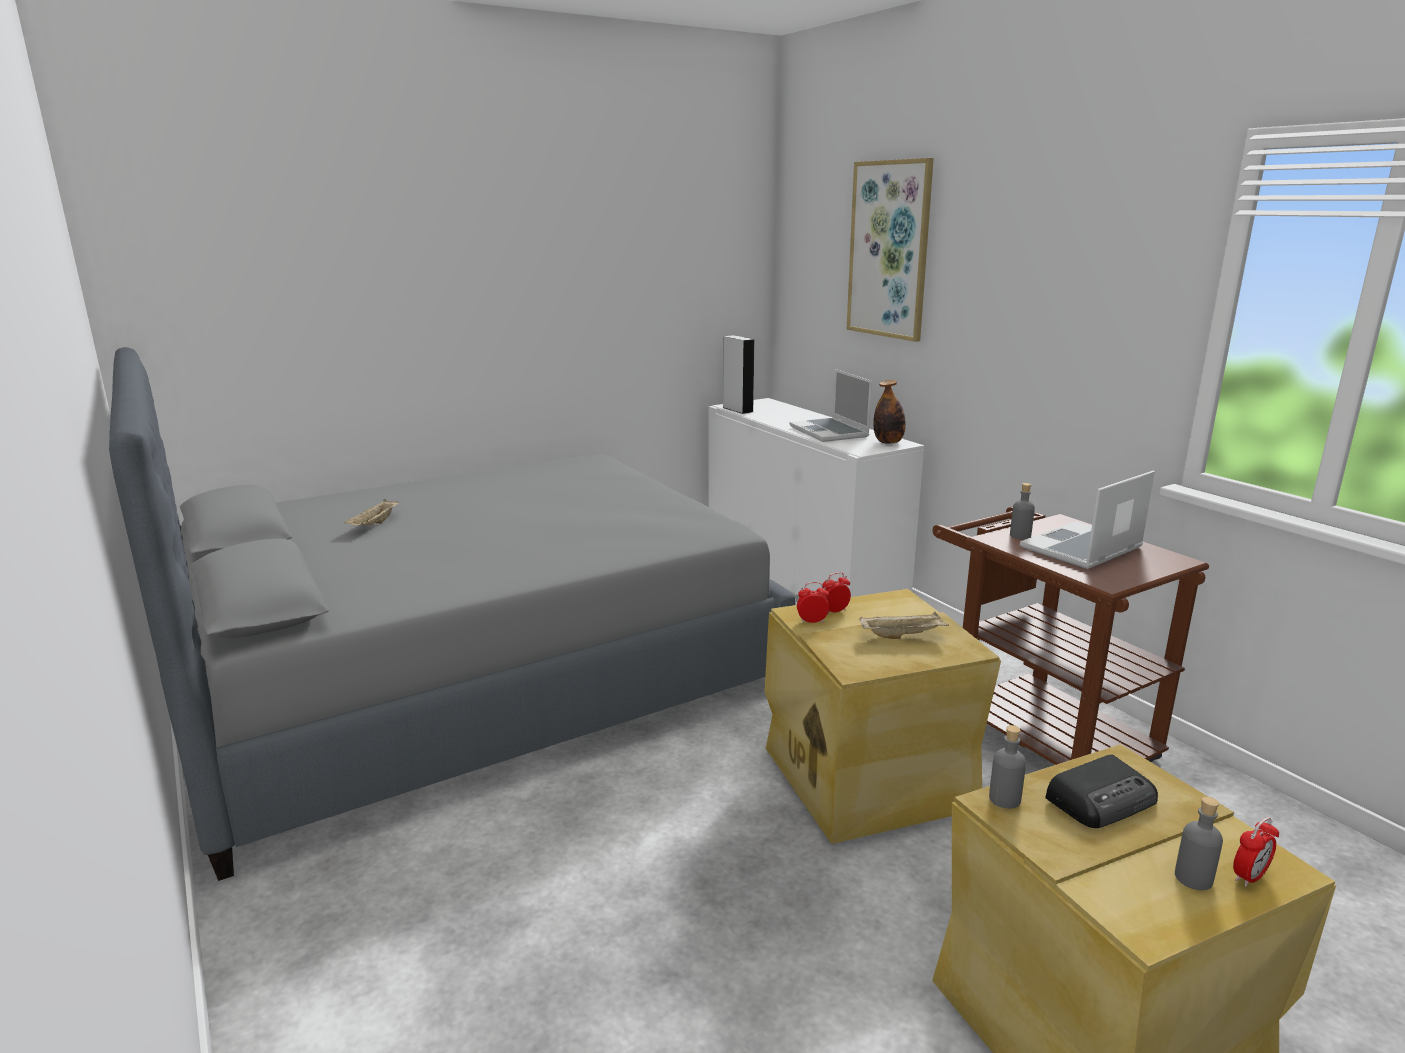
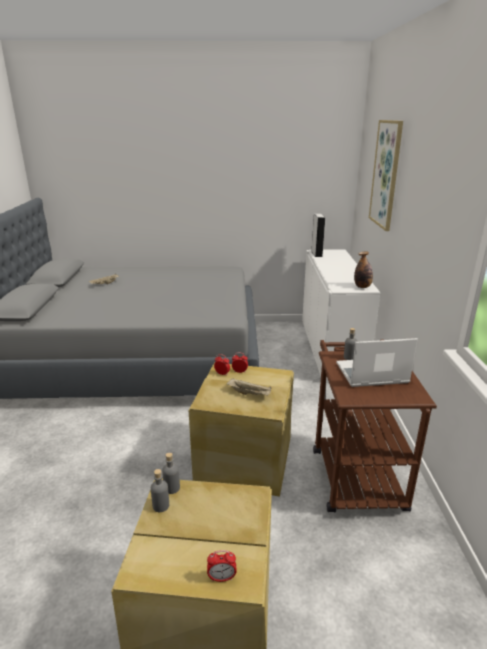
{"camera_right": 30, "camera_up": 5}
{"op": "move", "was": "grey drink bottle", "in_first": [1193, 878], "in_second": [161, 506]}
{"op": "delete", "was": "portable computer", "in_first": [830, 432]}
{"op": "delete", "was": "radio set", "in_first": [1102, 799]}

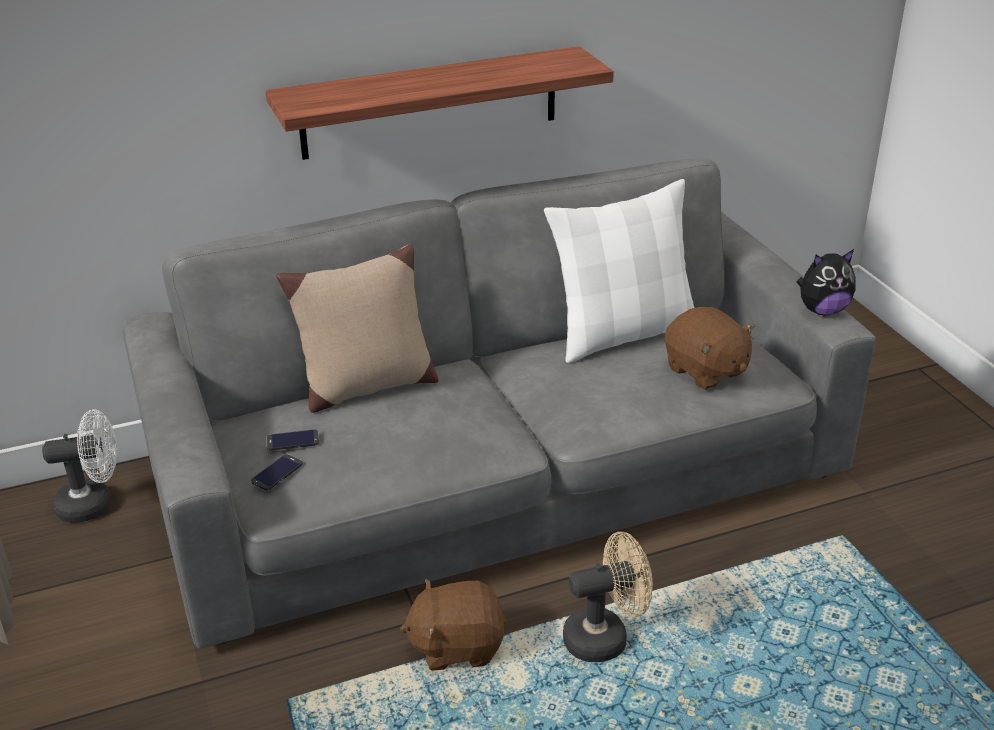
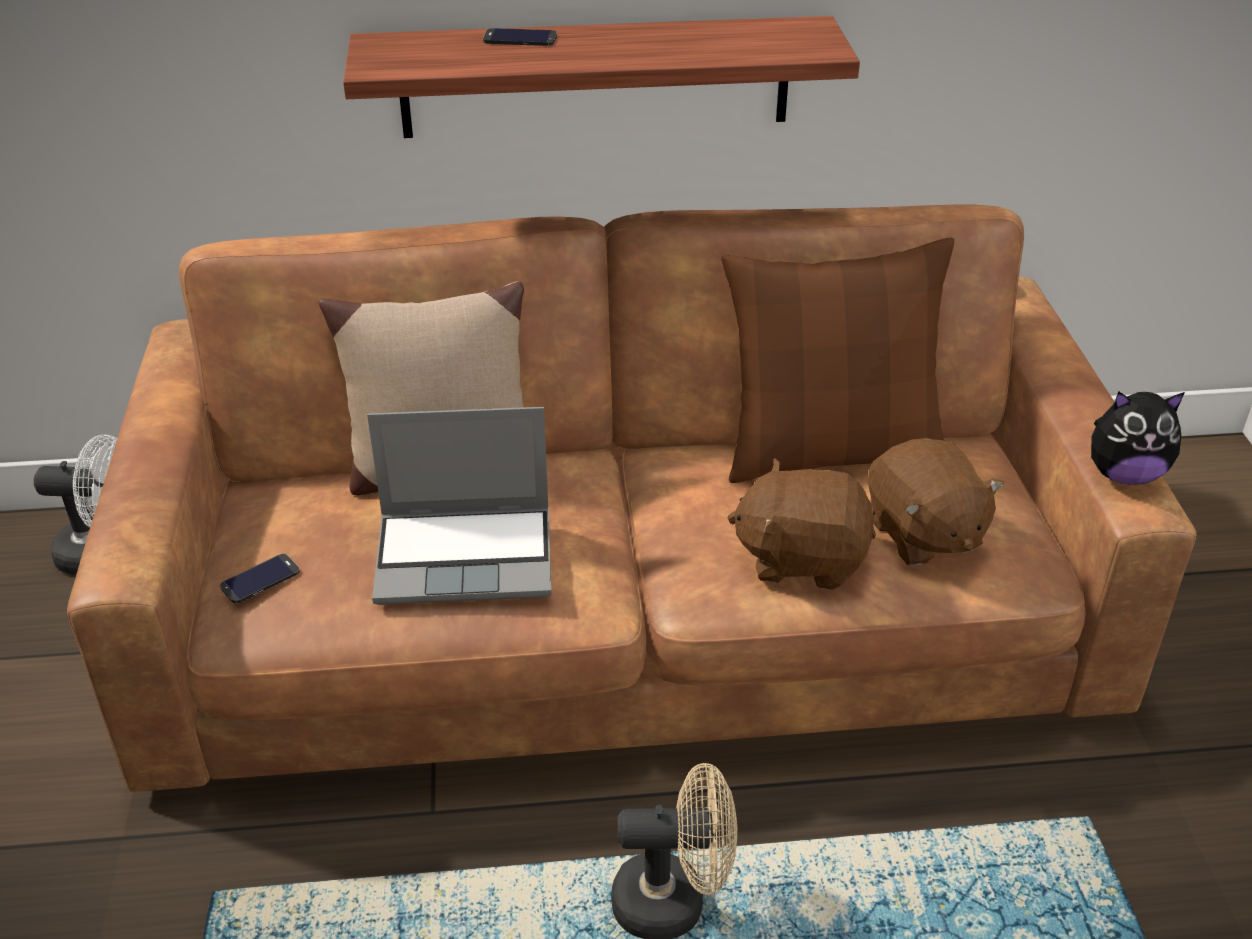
{"camera_right": 15, "camera_up": 5}
{"op": "recolor", "was": "grey sofa", "now": "brownish sofa", "in_first": [497, 472], "in_second": [625, 610]}
{"op": "insert", "now": "portable computer", "in_second": [467, 556]}
{"op": "move", "was": "phone", "in_first": [292, 440], "in_second": [520, 38]}
{"op": "recolor", "was": "white-coloured throw pillow", "now": "brownish throw pillow", "in_first": [623, 334], "in_second": [830, 452]}
{"op": "move", "was": "brownish soft toy", "in_first": [457, 646], "in_second": [801, 558]}

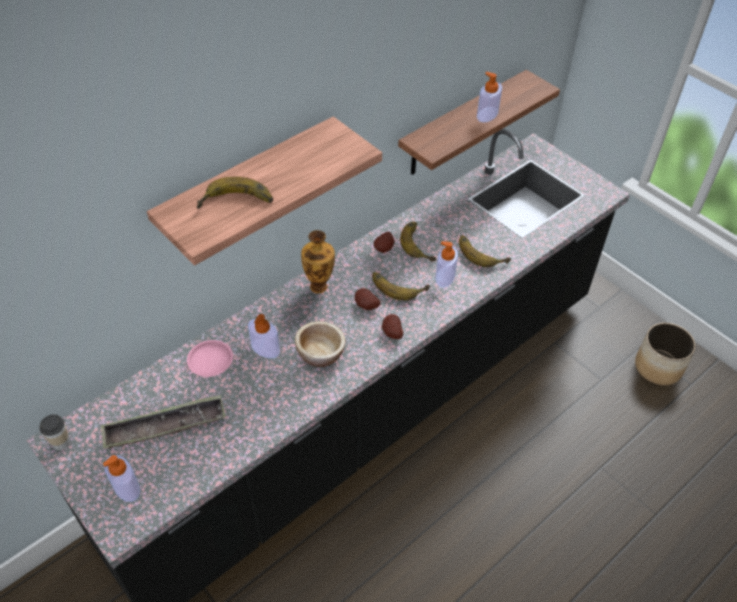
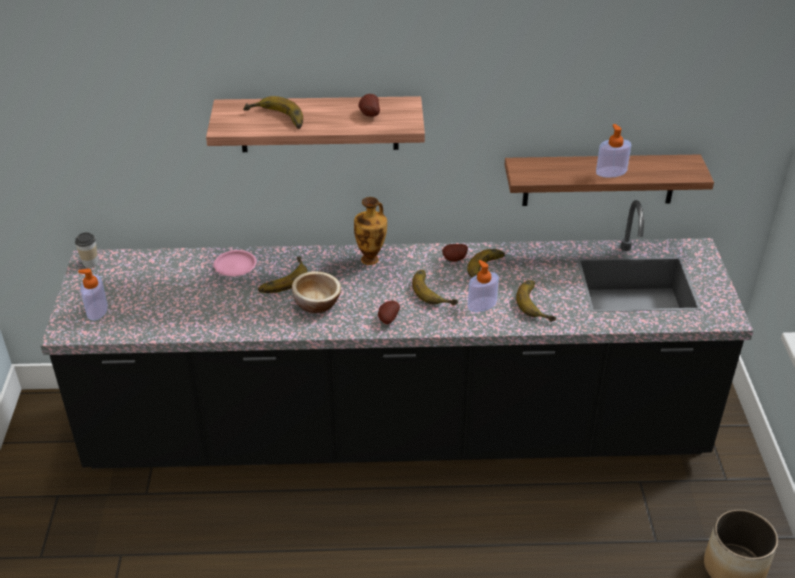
{"camera_right": 40, "camera_up": -10}
{"op": "replace", "was": "soap bottle", "now": "banana", "in_first": [265, 348], "in_second": [281, 279]}
{"op": "move", "was": "whole potato", "in_first": [366, 306], "in_second": [369, 114]}
{"op": "delete", "was": "carrying tray", "in_first": [165, 426]}

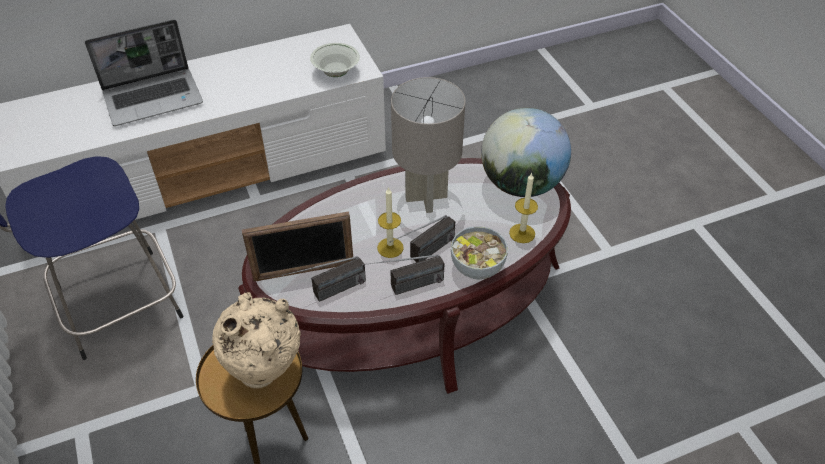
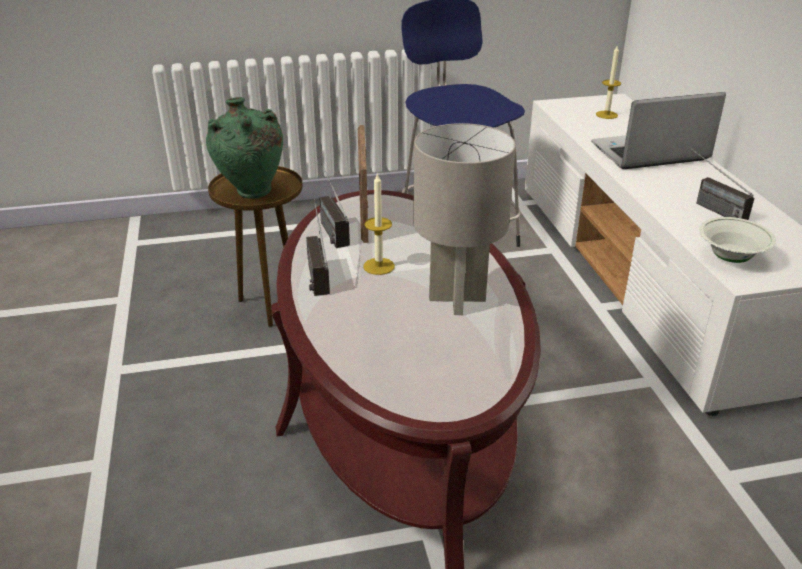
{"camera_right": 100, "camera_up": -15}
{"op": "recolor", "was": "beige-coloured decorative vase", "now": "green-coloured decorative vase", "in_first": [265, 374], "in_second": [251, 194]}
{"op": "rotate", "was": "portable computer", "in_first": [154, 98], "in_second": [648, 153], "clockwise": 90}
{"op": "move", "was": "candle", "in_first": [522, 233], "in_second": [606, 115]}
{"op": "move", "was": "radio set", "in_first": [423, 255], "in_second": [708, 206]}
{"op": "delete", "was": "serving bowl", "in_first": [477, 267]}
{"op": "delete", "was": "globe", "in_first": [521, 184]}

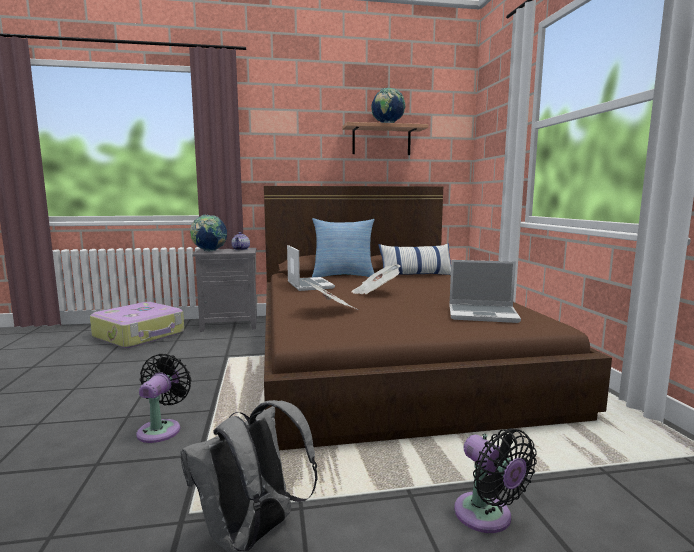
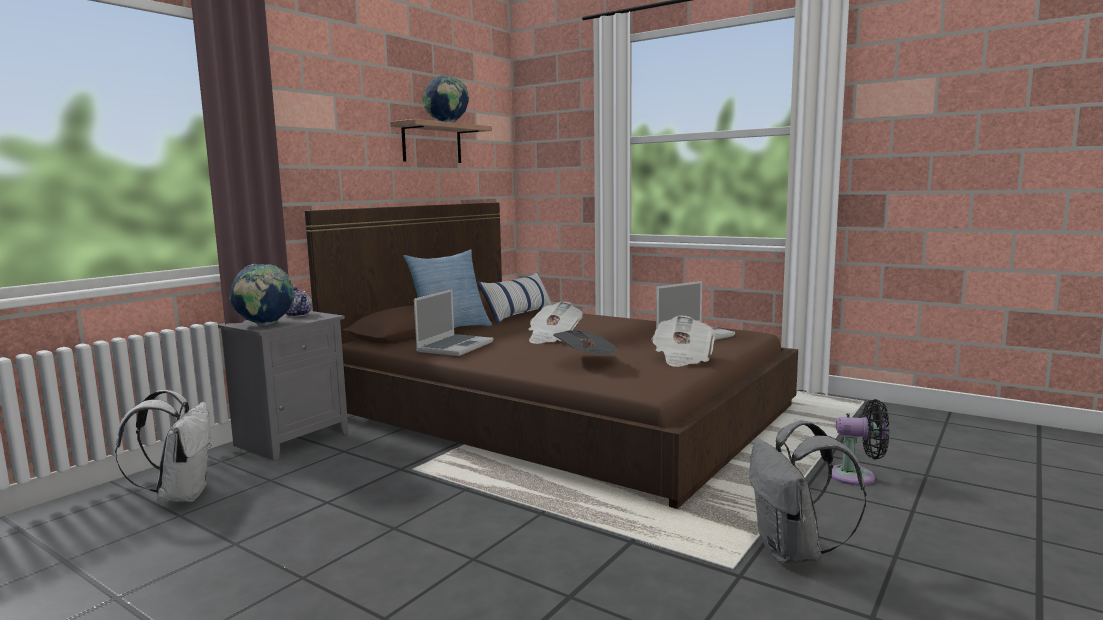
{"camera_right": -45, "camera_up": 0}
{"op": "replace", "was": "travel case", "now": "white-coloured rucksack", "in_first": [140, 335], "in_second": [180, 495]}
{"op": "rotate", "was": "portable computer", "in_first": [309, 285], "in_second": [455, 346], "clockwise": 90}
{"op": "insert", "now": "newspaper", "in_second": [682, 358]}
{"op": "delete", "was": "black cooling fan", "in_first": [161, 429]}

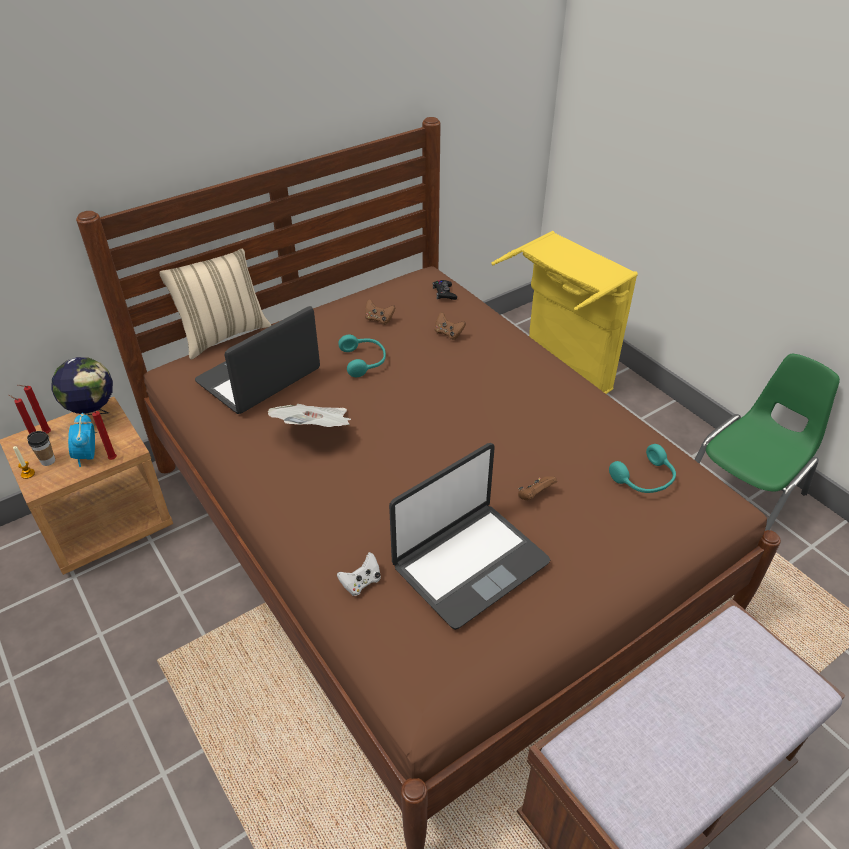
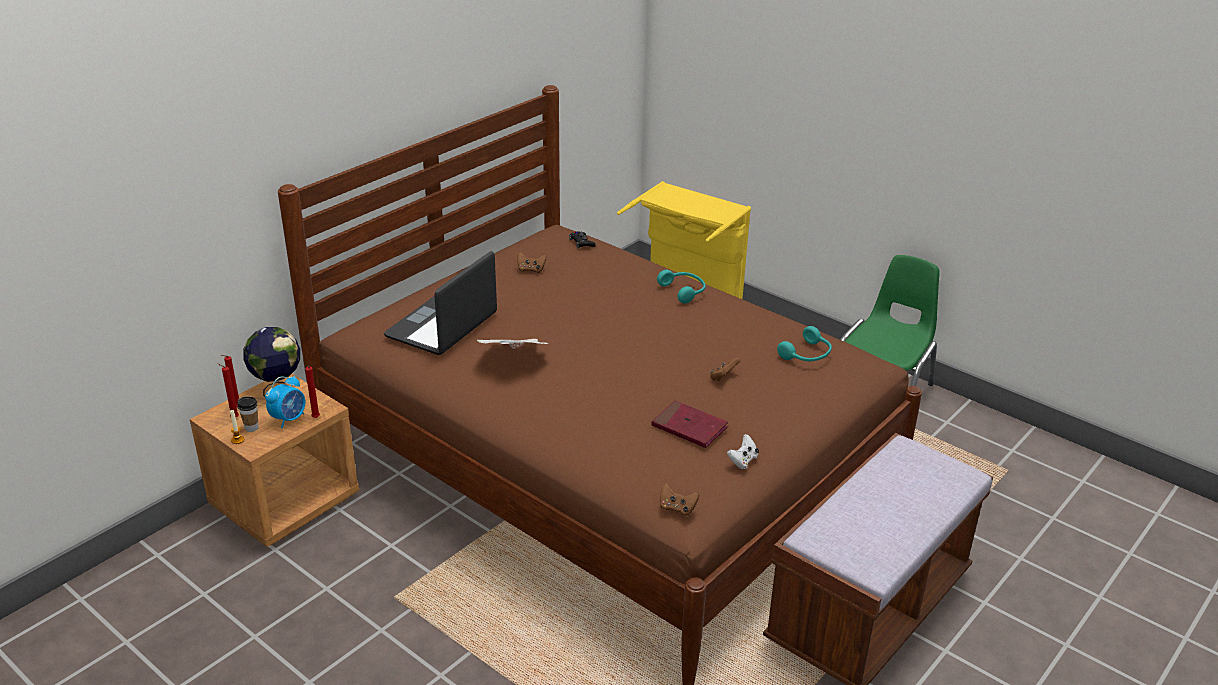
{"camera_right": -15, "camera_up": -10}
{"op": "rotate", "was": "bedside clock", "in_first": [87, 456], "in_second": [289, 418], "clockwise": -120}
{"op": "replace", "was": "portable computer", "now": "red-coloured bound book", "in_first": [469, 564], "in_second": [689, 427]}
{"op": "move", "was": "turquoise headset", "in_first": [364, 361], "in_second": [684, 291]}
{"op": "move", "was": "brownish joypad", "in_first": [448, 334], "in_second": [677, 508]}
{"op": "move", "was": "white-coloured joypad", "in_first": [361, 582], "in_second": [743, 461]}
{"op": "delete", "was": "beige-coloured throw pillow", "in_first": [223, 334]}

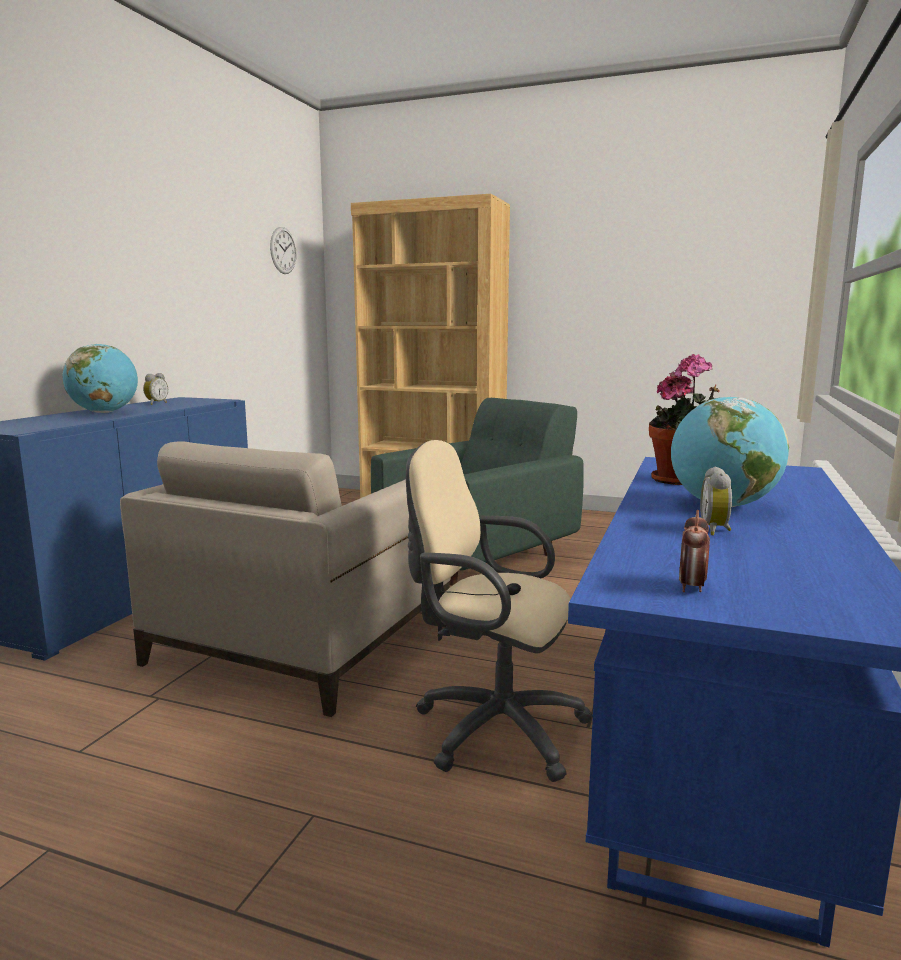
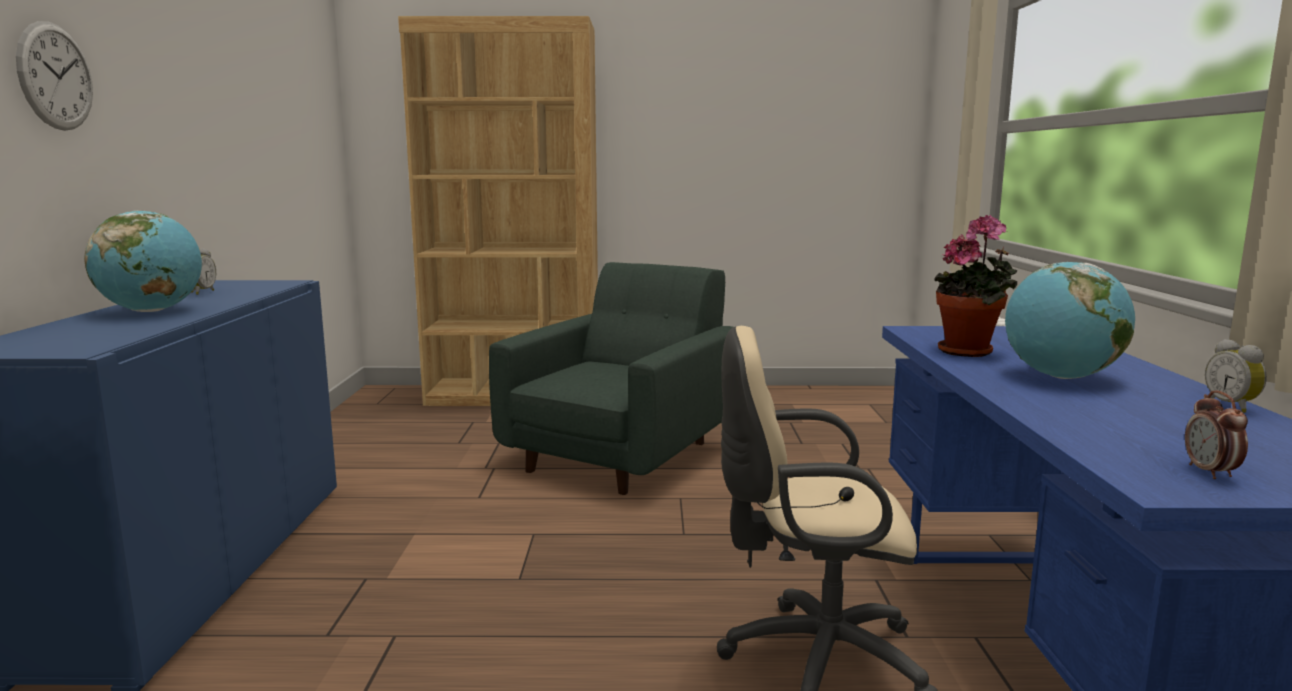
{"camera_right": -20, "camera_up": 0}
{"op": "move", "was": "clock on the wall", "in_first": [283, 250], "in_second": [55, 76]}
{"op": "move", "was": "bedside clock", "in_first": [716, 530], "in_second": [1232, 406]}
{"op": "delete", "was": "beige-coloured lounge chair", "in_first": [307, 635]}

